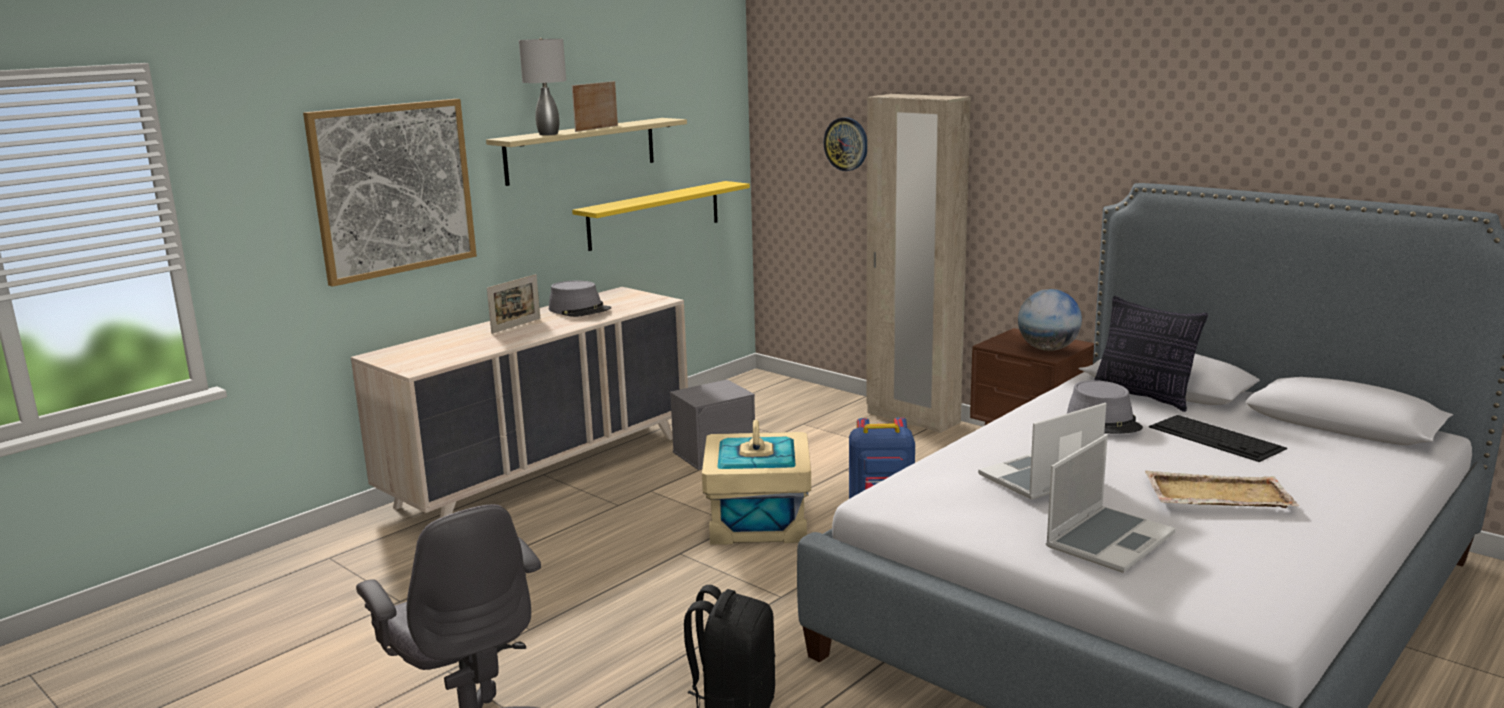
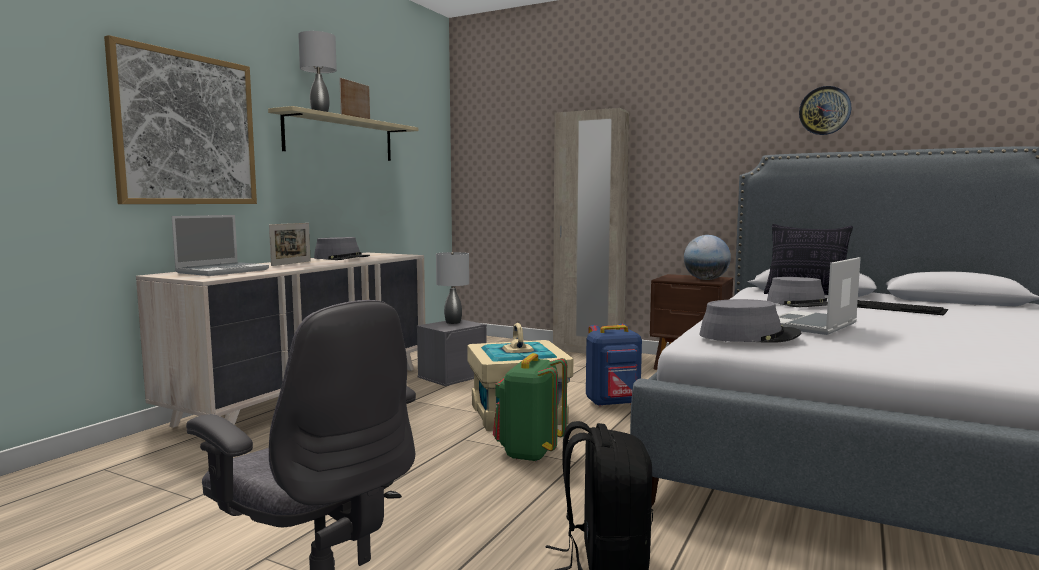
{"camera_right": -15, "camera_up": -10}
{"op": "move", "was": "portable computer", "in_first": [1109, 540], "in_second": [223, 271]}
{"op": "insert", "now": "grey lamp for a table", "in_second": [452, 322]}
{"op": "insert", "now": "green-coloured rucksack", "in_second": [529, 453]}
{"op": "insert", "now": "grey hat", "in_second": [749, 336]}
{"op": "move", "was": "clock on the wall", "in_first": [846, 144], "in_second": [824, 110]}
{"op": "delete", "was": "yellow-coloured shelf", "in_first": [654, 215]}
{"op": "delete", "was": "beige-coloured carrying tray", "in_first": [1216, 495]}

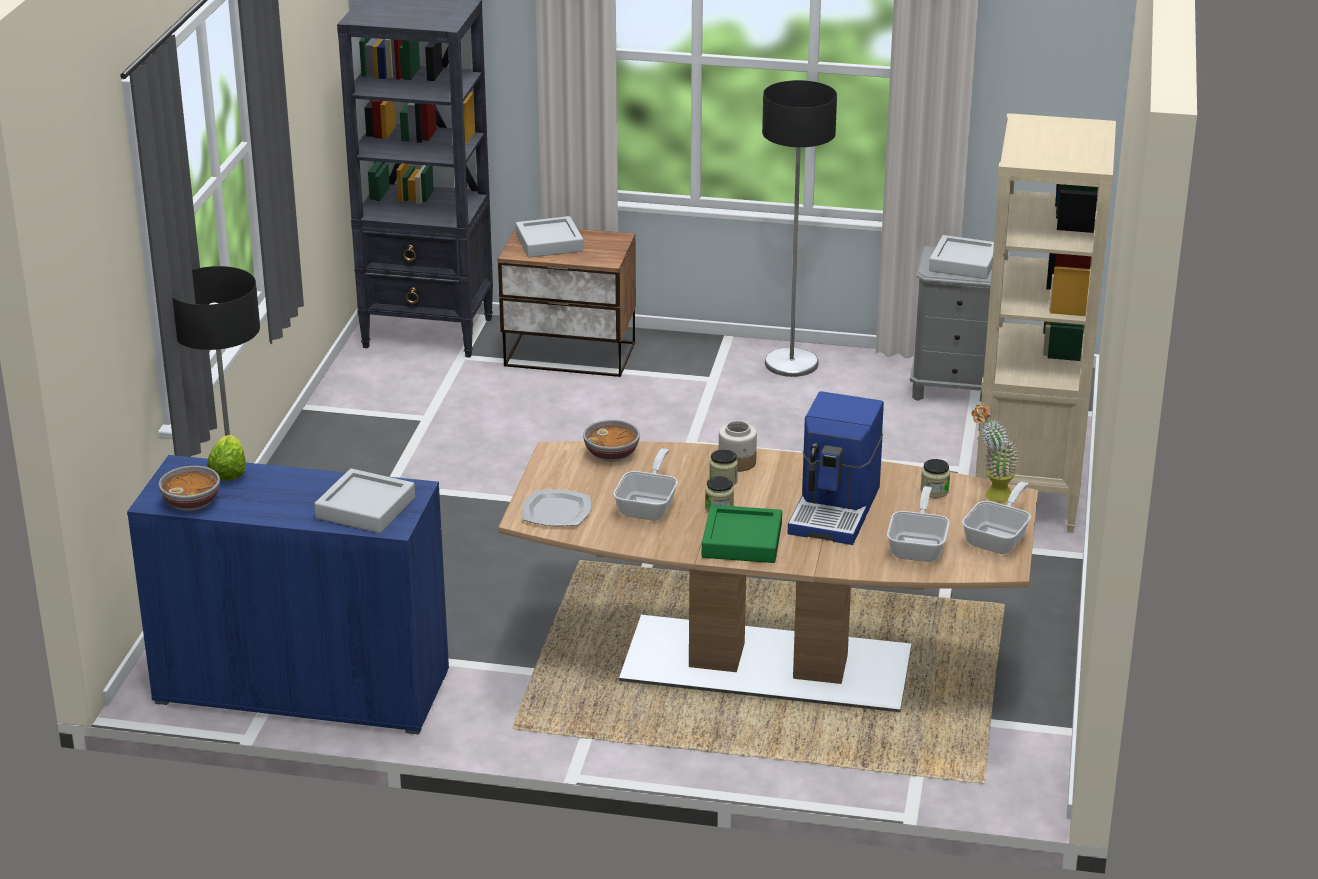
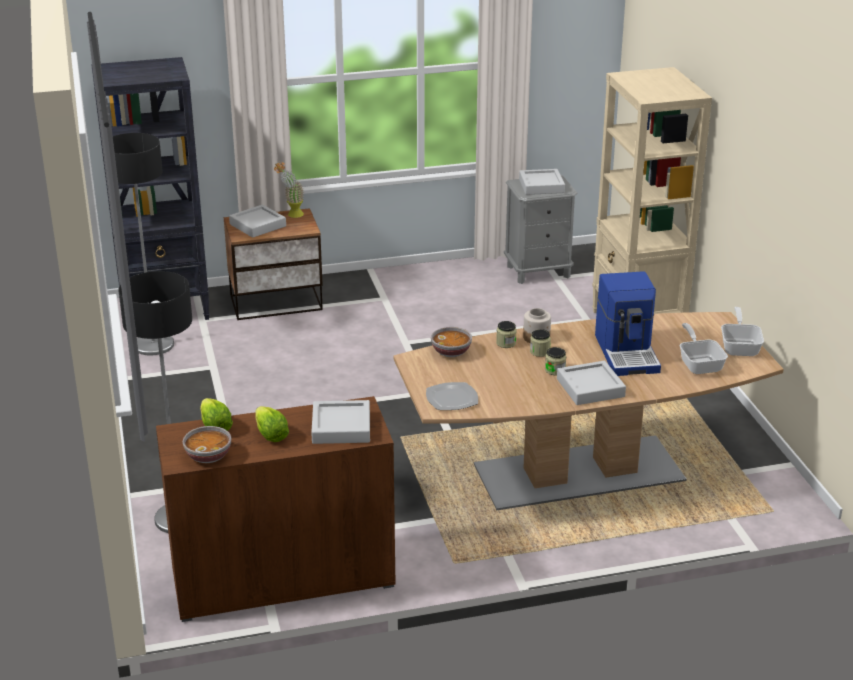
{"camera_right": -25, "camera_up": 0}
{"op": "move", "was": "standard lamp", "in_first": [791, 364], "in_second": [153, 345]}
{"op": "recolor", "was": "blue-coloured storage cabinet", "now": "brownish storage cabinet", "in_first": [302, 687], "in_second": [282, 577]}
{"op": "insert", "now": "head of lettuce", "in_second": [271, 435]}
{"op": "move", "was": "plant in a pot", "in_first": [991, 495], "in_second": [291, 215]}
{"op": "move", "was": "jar", "in_first": [934, 491], "in_second": [506, 343]}
{"op": "recolor", "was": "green-coloured carrying tray", "now": "grey carrying tray", "in_first": [742, 541], "in_second": [590, 388]}
{"op": "delete", "was": "skillet", "in_first": [649, 505]}

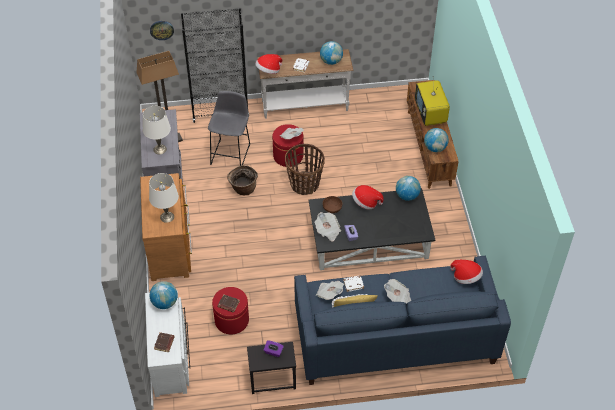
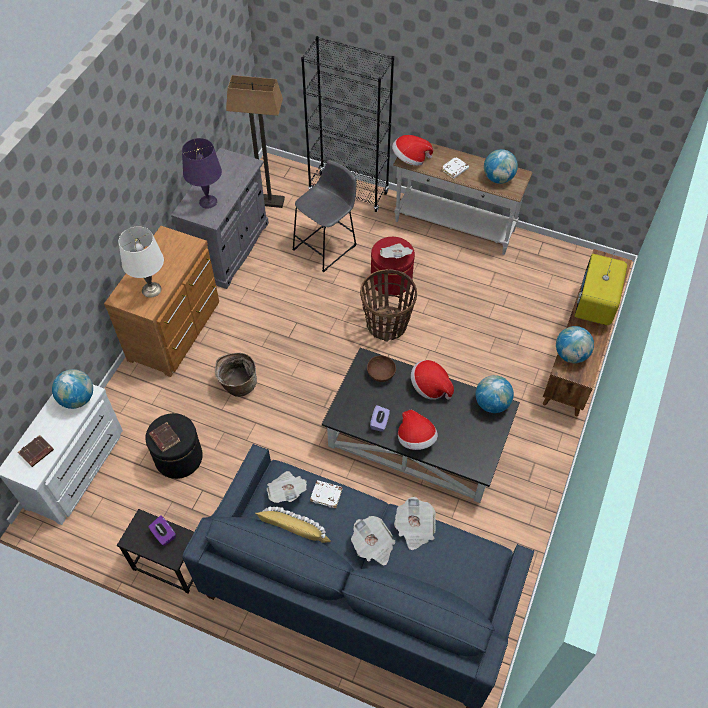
{"camera_right": 30, "camera_up": 5}
{"op": "recolor", "was": "red-coloured pouffe", "now": "black pouffe", "in_first": [231, 320], "in_second": [179, 457]}
{"op": "recolor", "was": "white-coloured lamp for a table", "now": "purple-coloured lamp for a table", "in_first": [160, 149], "in_second": [208, 202]}
{"op": "move", "was": "basket", "in_first": [243, 189], "in_second": [238, 385]}
{"op": "move", "was": "newspaper", "in_first": [327, 231], "in_second": [414, 528]}
{"op": "move", "was": "hat", "in_first": [466, 277], "in_second": [416, 438]}
{"op": "delete", "was": "clock on the wall", "in_first": [161, 30]}

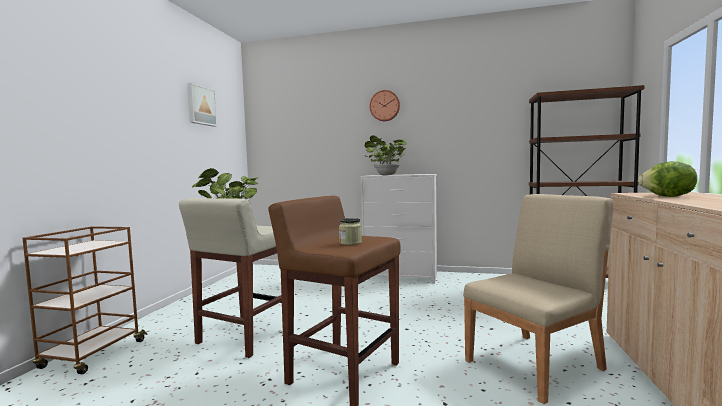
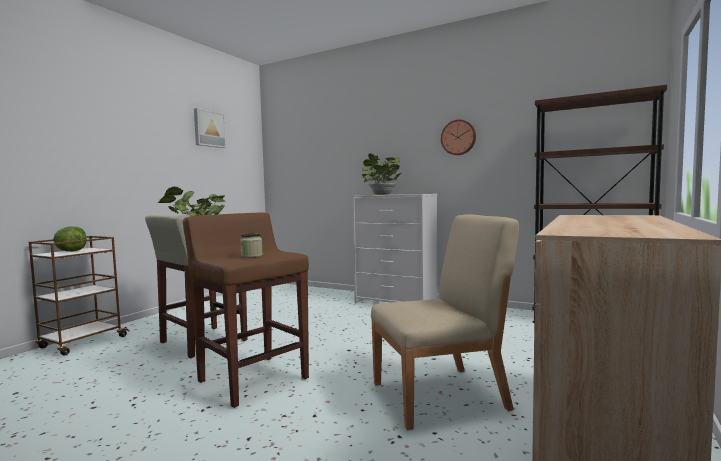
{"camera_right": 15, "camera_up": 0}
{"op": "move", "was": "head of lettuce", "in_first": [668, 197], "in_second": [71, 251]}
{"op": "move", "was": "clock on the wall", "in_first": [384, 106], "in_second": [458, 137]}

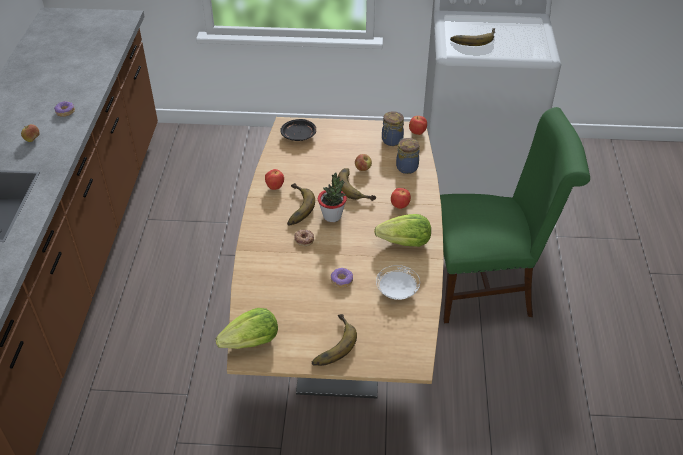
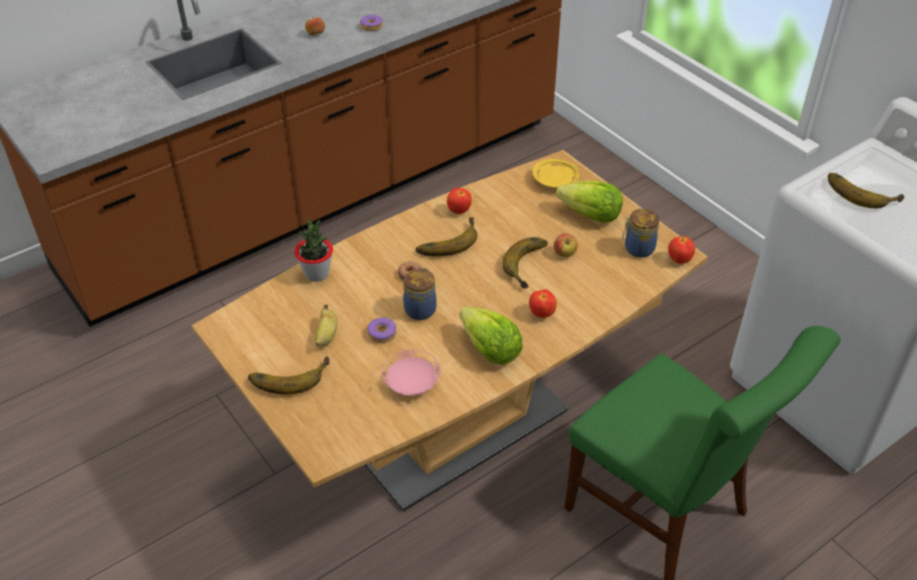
{"camera_right": 50, "camera_up": 0}
{"op": "move", "was": "plant in a pot", "in_first": [332, 216], "in_second": [316, 274]}
{"op": "insert", "now": "banana", "in_second": [326, 336]}
{"op": "recolor", "was": "white-coloured flat dish", "now": "pink flat dish", "in_first": [397, 291], "in_second": [412, 384]}
{"op": "move", "was": "jar", "in_first": [406, 167], "in_second": [420, 309]}
{"op": "recolor", "was": "black flat dish", "now": "yellow-coloured flat dish", "in_first": [299, 135], "in_second": [555, 180]}
{"op": "move", "was": "head of lettuce", "in_first": [252, 342], "in_second": [591, 216]}

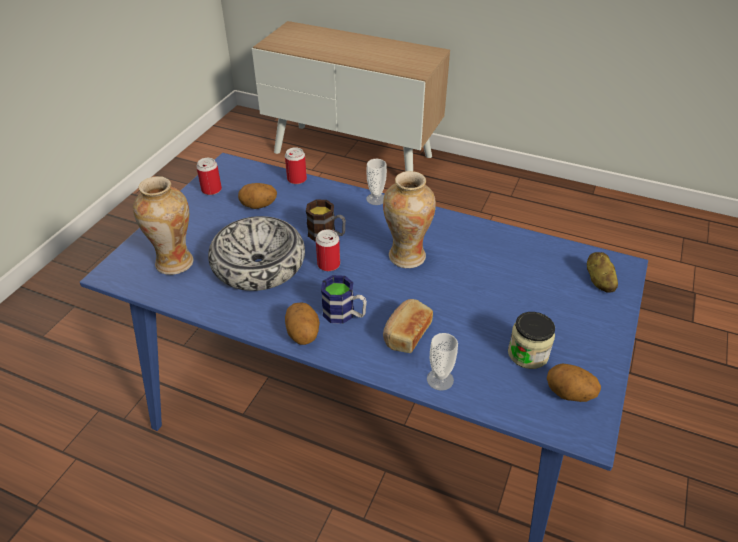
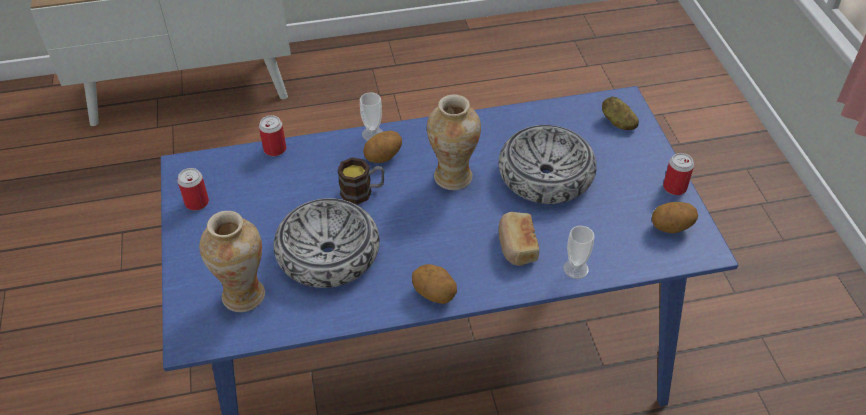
{"camera_right": -35, "camera_up": 5}
{"op": "move", "was": "whole potato", "in_first": [258, 206], "in_second": [383, 157]}
{"op": "insert", "now": "serving bowl", "in_second": [546, 175]}
{"op": "move", "was": "can", "in_first": [328, 264], "in_second": [674, 187]}
{"op": "delete", "was": "coffee mug", "in_first": [344, 314]}
{"op": "delete", "was": "jar", "in_first": [528, 354]}

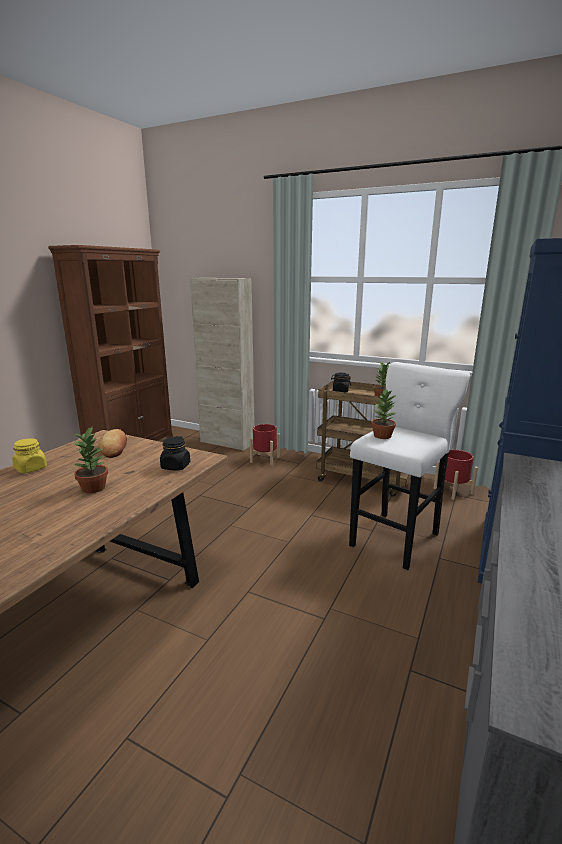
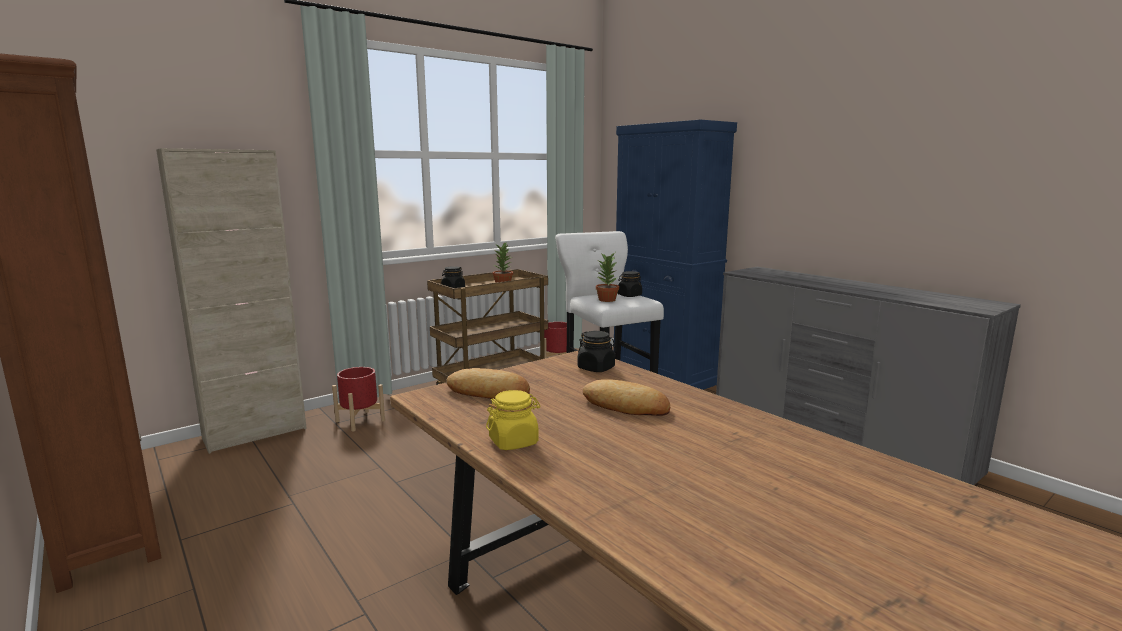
{"camera_right": -65, "camera_up": -5}
{"op": "replace", "was": "plant in a pot", "now": "bread", "in_first": [94, 488], "in_second": [625, 405]}
{"op": "insert", "now": "black jar", "in_second": [629, 295]}

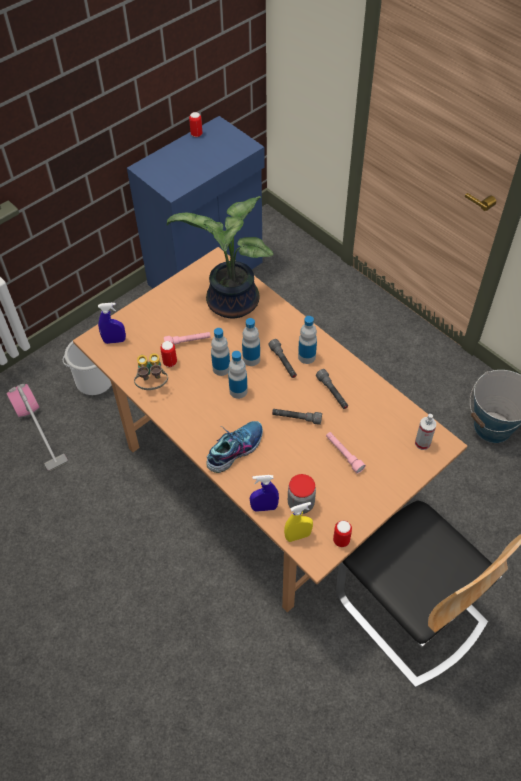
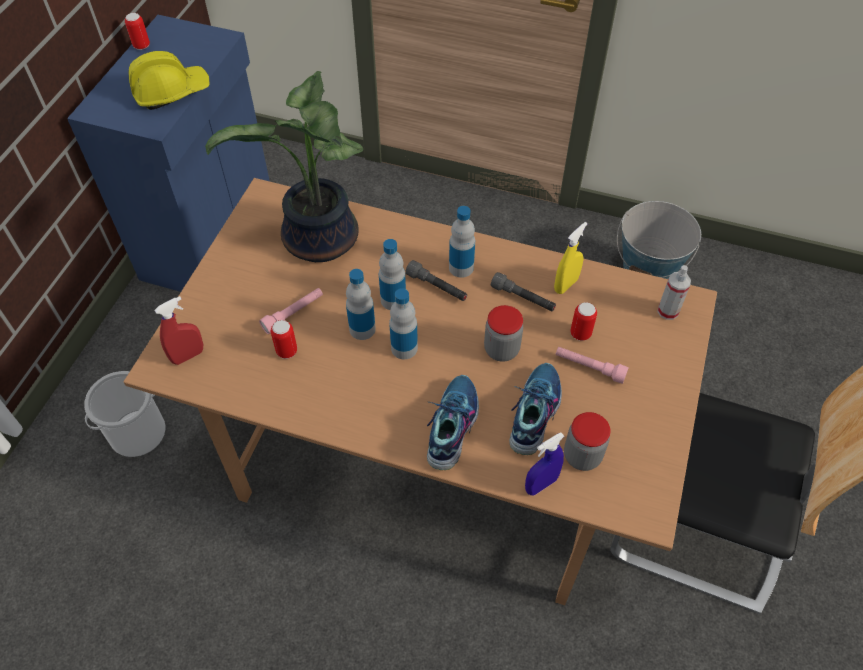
{"camera_right": -30, "camera_up": 0}
{"op": "insert", "now": "yellow-coloured work helmet", "in_second": [171, 92]}
{"op": "recolor", "was": "blue-coloured hand sprayer", "now": "red-coloured hand sprayer", "in_first": [114, 340], "in_second": [188, 356]}
{"op": "replace", "was": "grey hand torch", "now": "jar", "in_first": [296, 418], "in_second": [501, 349]}
{"op": "insert", "now": "low shoe", "in_second": [533, 412]}
{"op": "move", "was": "yellow-coloured hand sprayer", "in_first": [298, 536], "in_second": [566, 285]}
{"op": "move", "was": "can", "in_first": [341, 540], "in_second": [580, 333]}
{"op": "delete", "was": "vacuum", "in_first": [38, 429]}
{"op": "delete", "was": "binoculars", "in_first": [152, 385]}

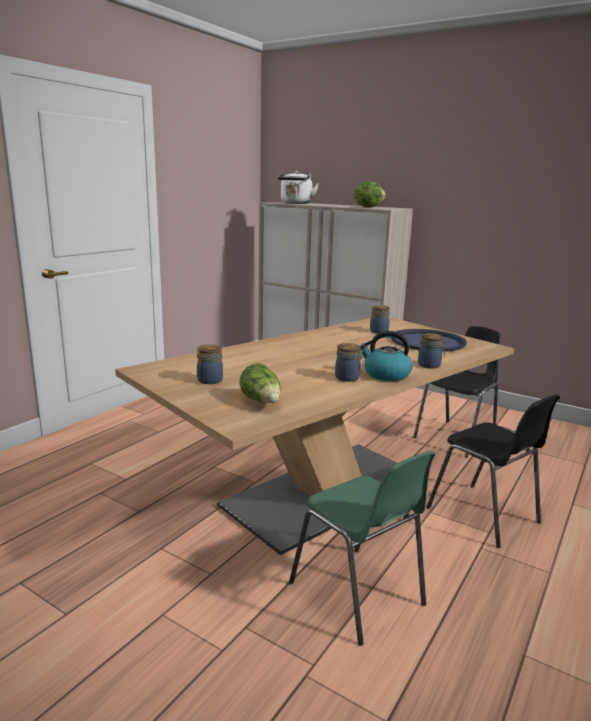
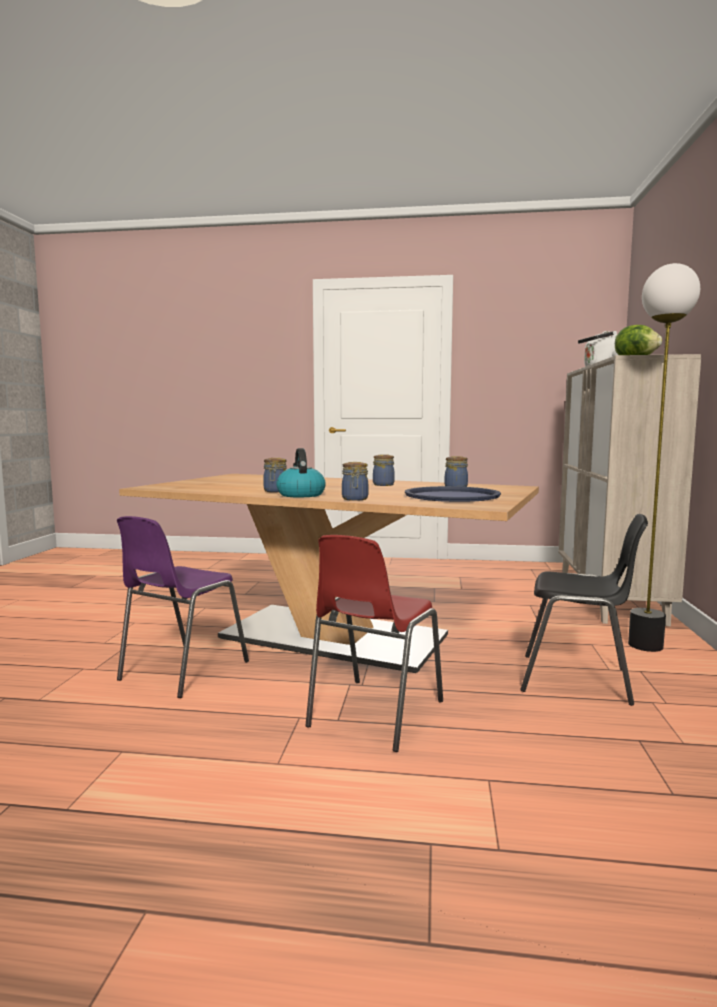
{"camera_right": 65, "camera_up": -10}
{"op": "recolor", "was": "green-coloured plain chair", "now": "purple-coloured plain chair", "in_first": [359, 595], "in_second": [181, 671]}
{"op": "recolor", "was": "black plain chair", "now": "red-coloured plain chair", "in_first": [485, 516], "in_second": [373, 715]}
{"op": "move", "was": "jar", "in_first": [209, 380], "in_second": [384, 484]}
{"op": "insert", "now": "standard lamp", "in_second": [646, 645]}
{"op": "delete", "was": "head of lettuce", "in_first": [262, 402]}

